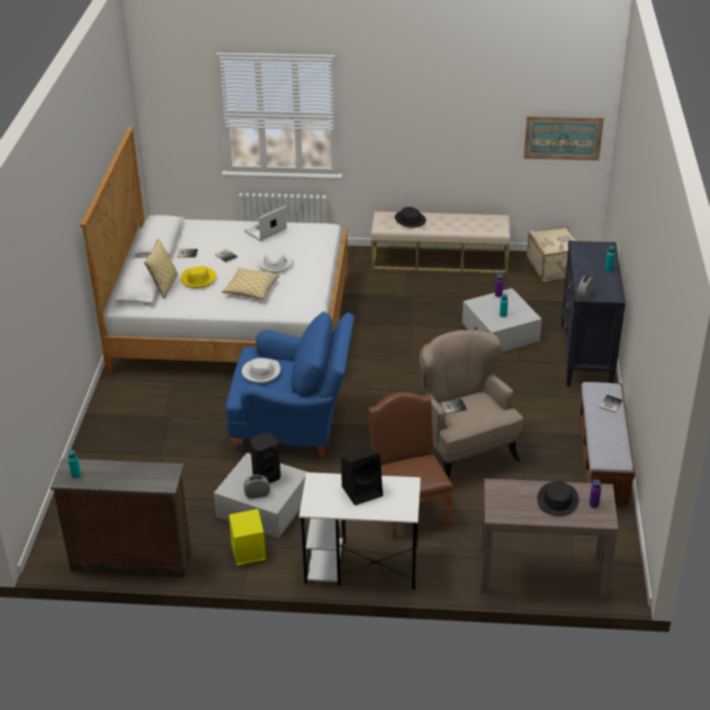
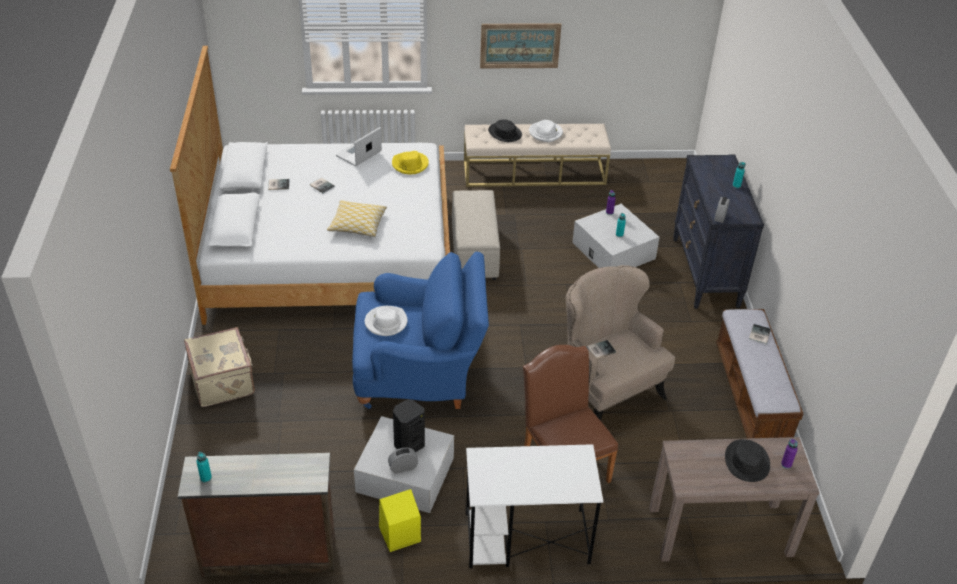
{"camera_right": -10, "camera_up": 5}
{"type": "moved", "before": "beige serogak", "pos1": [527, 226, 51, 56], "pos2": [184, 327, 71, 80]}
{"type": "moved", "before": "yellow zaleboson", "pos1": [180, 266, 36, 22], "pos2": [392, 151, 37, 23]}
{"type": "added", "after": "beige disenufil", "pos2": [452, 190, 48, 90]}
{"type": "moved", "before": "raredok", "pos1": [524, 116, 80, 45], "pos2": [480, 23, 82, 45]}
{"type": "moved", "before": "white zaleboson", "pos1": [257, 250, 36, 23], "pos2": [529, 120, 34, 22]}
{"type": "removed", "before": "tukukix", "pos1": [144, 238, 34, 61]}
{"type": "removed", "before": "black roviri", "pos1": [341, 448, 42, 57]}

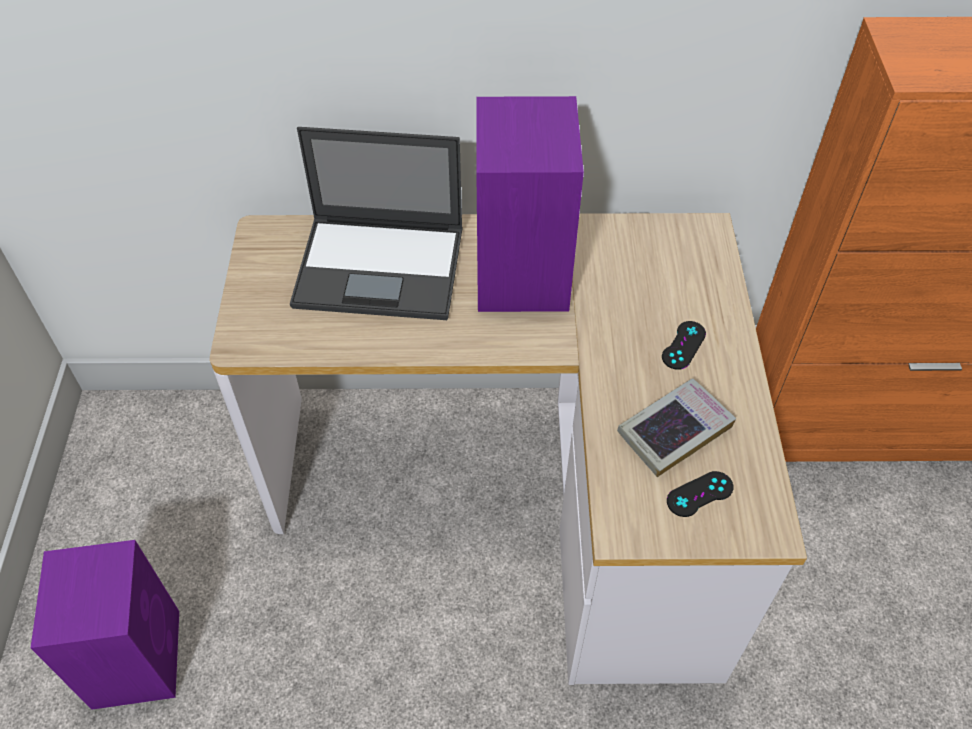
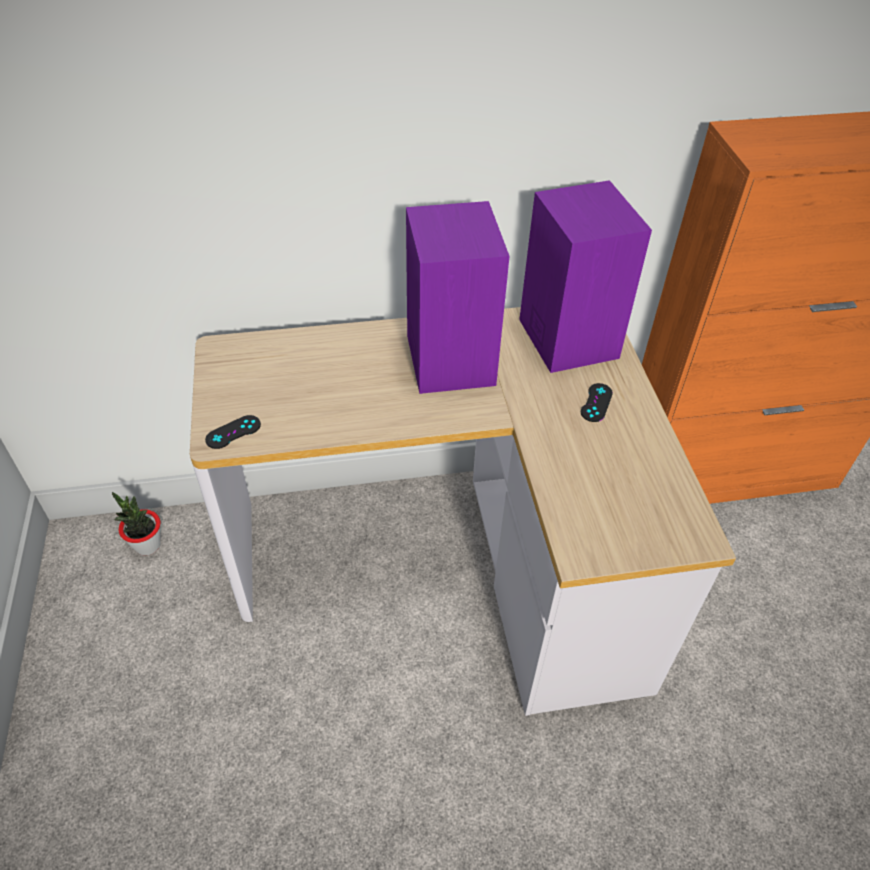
{"camera_right": -10, "camera_up": -5}
{"type": "added", "after": "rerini", "pos2": [112, 492, 49, 63]}
{"type": "moved", "before": "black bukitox", "pos1": [667, 471, 66, 46], "pos2": [205, 415, 56, 34]}
{"type": "moved", "before": "purple roviri", "pos1": [31, 540, 148, 169], "pos2": [519, 180, 133, 193]}
{"type": "removed", "before": "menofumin", "pos1": [290, 127, 173, 193]}
{"type": "removed", "before": "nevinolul", "pos1": [617, 378, 119, 99]}

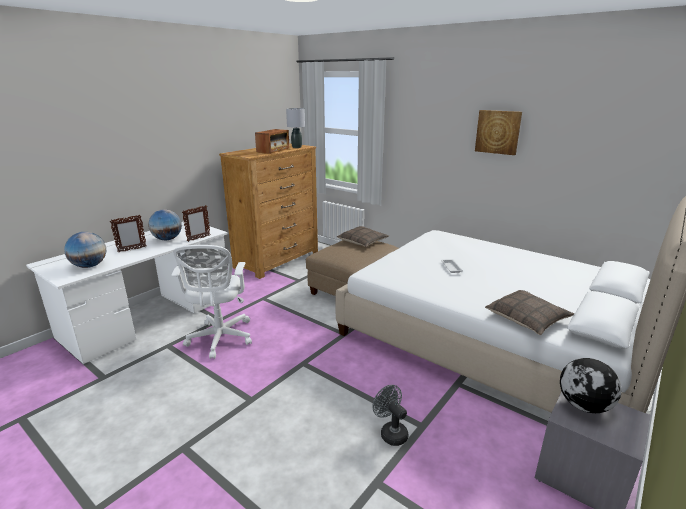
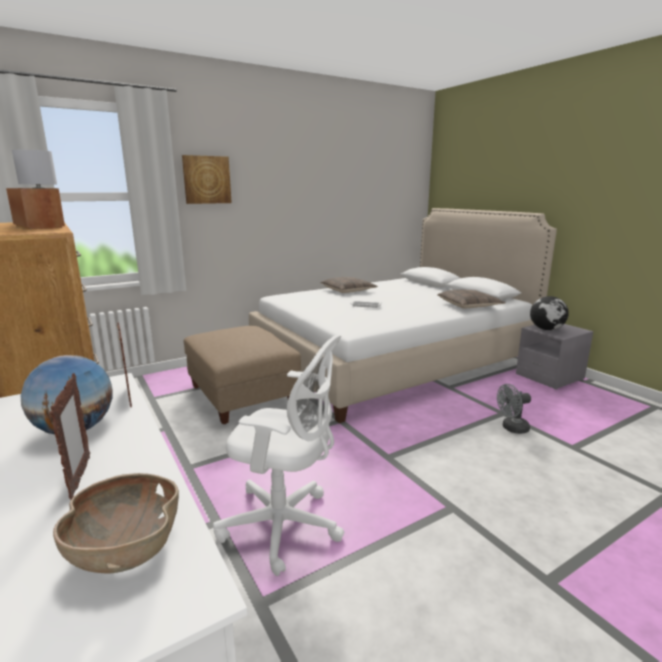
{"camera_right": -70, "camera_up": -5}
{"type": "replaced", "before": "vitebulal", "after": "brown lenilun", "pos1": [64, 232, 42, 36], "pos2": [53, 473, 126, 100]}
{"type": "moved", "before": "raredok", "pos1": [475, 110, 47, 45], "pos2": [182, 155, 50, 49]}
{"type": "moved", "before": "tukukix", "pos1": [337, 226, 52, 21], "pos2": [321, 277, 57, 16]}

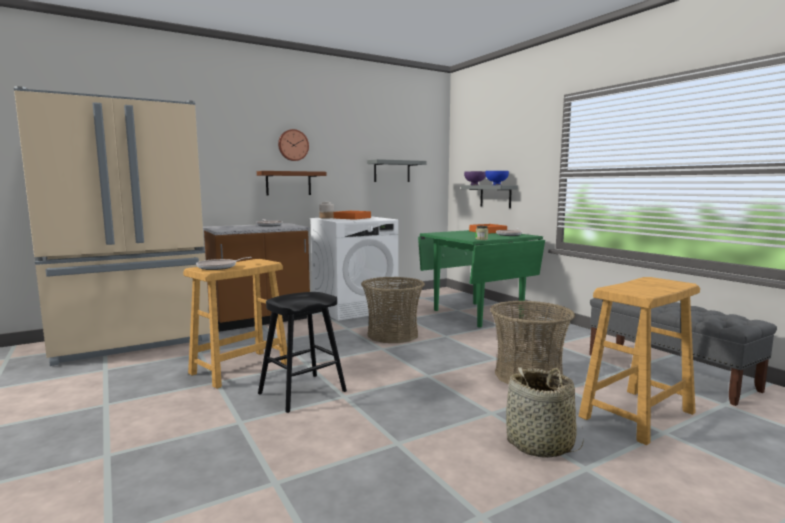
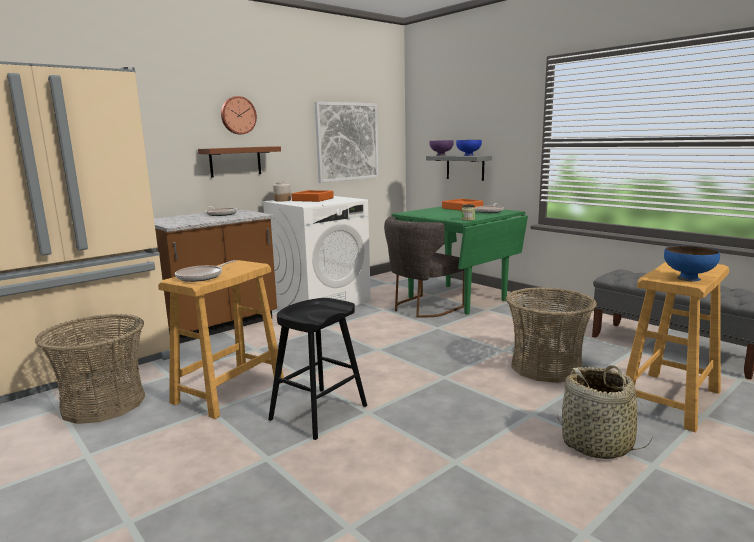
{"camera_right": -10, "camera_up": 5}
{"type": "moved", "before": "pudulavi", "pos1": [361, 277, 64, 66], "pos2": [35, 314, 110, 110]}
{"type": "replaced", "before": "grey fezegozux", "after": "raredok", "pos1": [367, 159, 60, 23], "pos2": [315, 102, 64, 81]}
{"type": "added", "after": "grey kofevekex", "pos2": [384, 216, 80, 102]}
{"type": "added", "after": "blue lenilun", "pos2": [664, 246, 56, 35]}

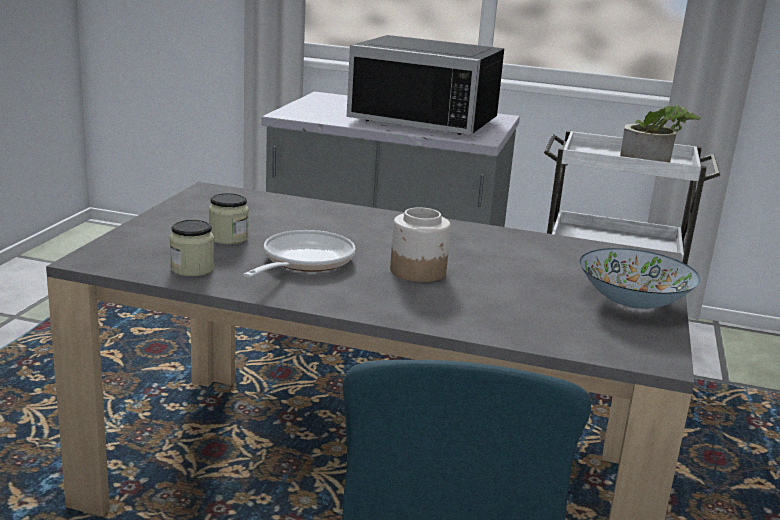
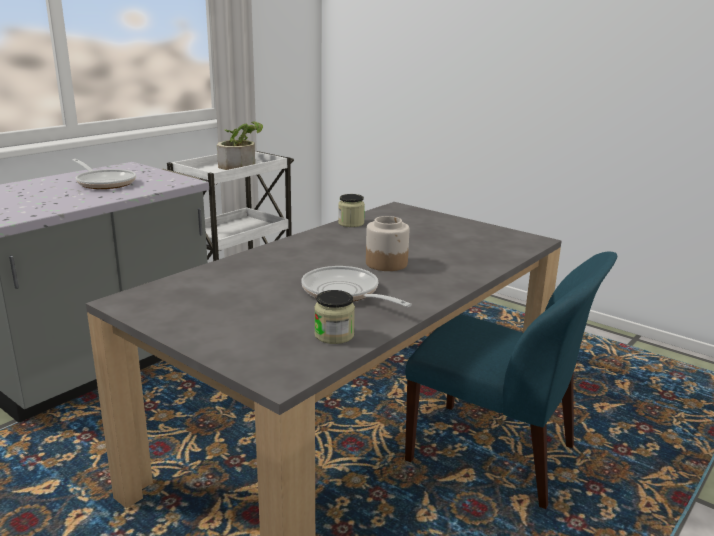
{"camera_right": -65, "camera_up": 0}
{"type": "replaced", "before": "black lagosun", "after": "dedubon", "pos1": [347, 35, 157, 100], "pos2": [73, 159, 63, 30]}
{"type": "moved", "before": "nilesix", "pos1": [209, 193, 40, 51], "pos2": [338, 194, 27, 33]}
{"type": "removed", "before": "lenilun", "pos1": [580, 248, 120, 61]}

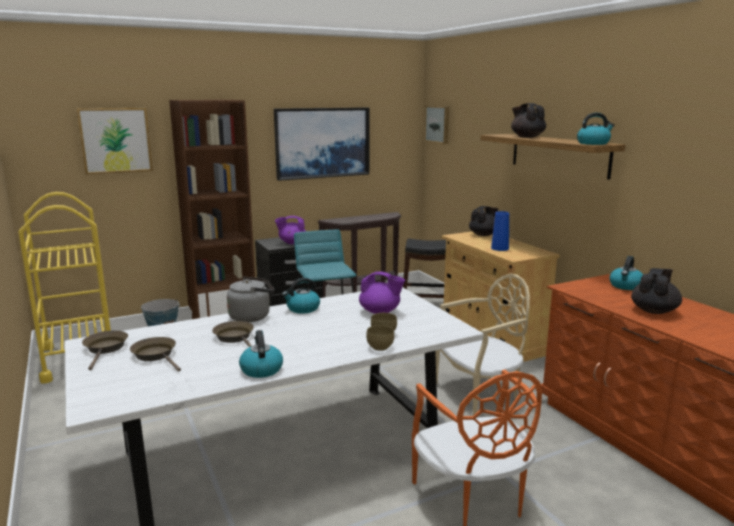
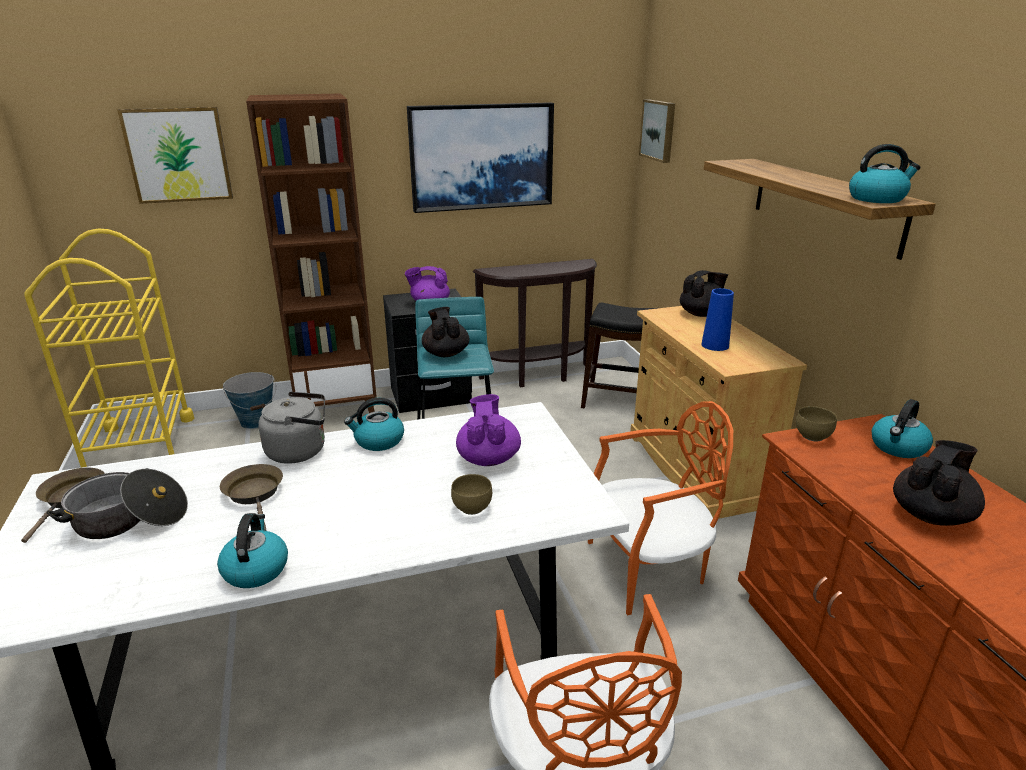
{"camera_right": 10, "camera_up": 10}
{"type": "replaced", "before": "brown dedubon", "after": "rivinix", "pos1": [130, 337, 51, 34], "pos2": [47, 468, 141, 71]}
{"type": "moved", "before": "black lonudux", "pos1": [511, 103, 35, 35], "pos2": [422, 307, 47, 50]}
{"type": "turned", "before": "purple lonudux", "pos1": [359, 271, 46, 43], "pos2": [456, 394, 65, 72], "turn": -120}
{"type": "recoloured", "before": "beige kofevekex", "after": "orange kofevekex", "pos1": [435, 273, 95, 142], "pos2": [588, 401, 145, 214]}
{"type": "moved", "before": "brown lenilun", "pos1": [366, 325, 28, 26], "pos2": [796, 406, 41, 35]}

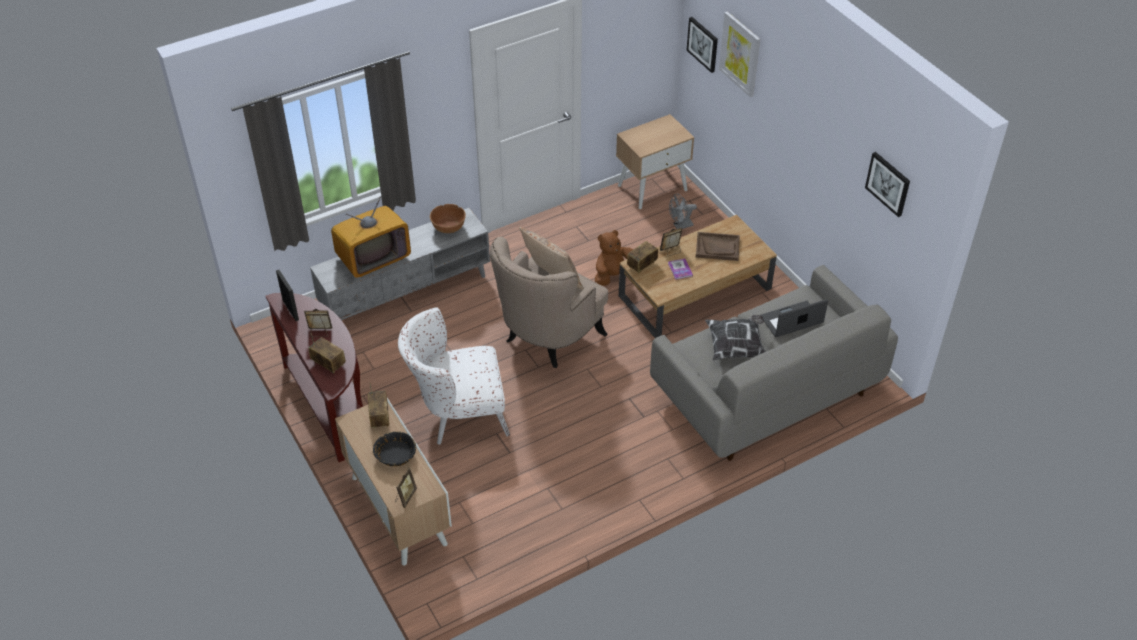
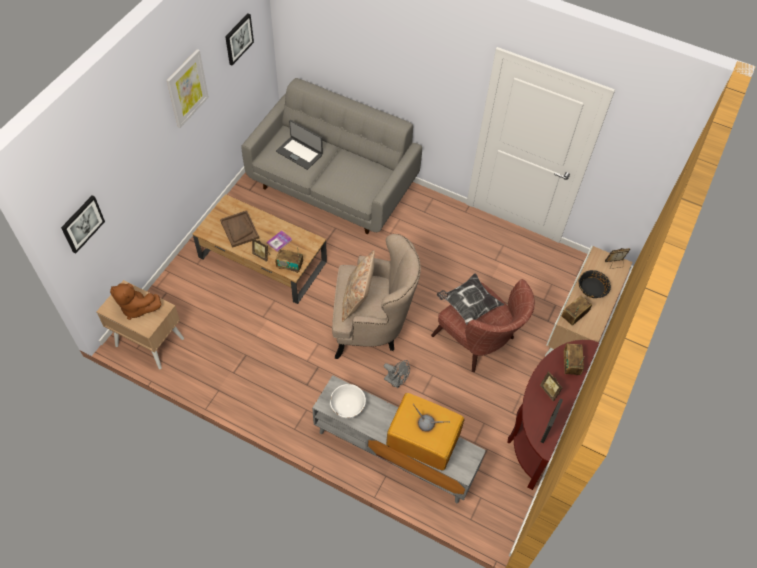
{"camera_right": -125, "camera_up": 10}
{"type": "moved", "before": "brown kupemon", "pos1": [595, 230, 38, 56], "pos2": [110, 283, 52, 37]}
{"type": "moved", "before": "raredok", "pos1": [719, 12, 41, 85], "pos2": [167, 49, 42, 79]}
{"type": "recoloured", "before": "brown lenilun", "after": "white lenilun", "pos1": [430, 204, 36, 29], "pos2": [330, 384, 36, 35]}
{"type": "moved", "before": "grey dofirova", "pos1": [669, 194, 28, 35], "pos2": [384, 360, 26, 28]}
{"type": "recoloured", "before": "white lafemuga", "after": "brown lafemuga", "pos1": [398, 307, 112, 138], "pos2": [431, 279, 104, 93]}
{"type": "moved", "before": "tukukix", "pos1": [705, 315, 61, 45], "pos2": [437, 273, 67, 52]}

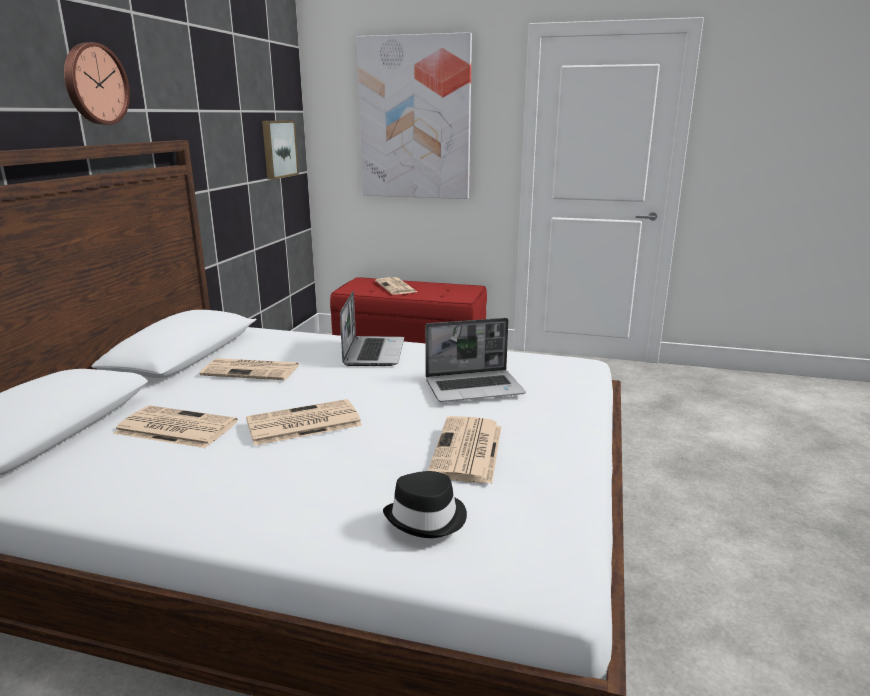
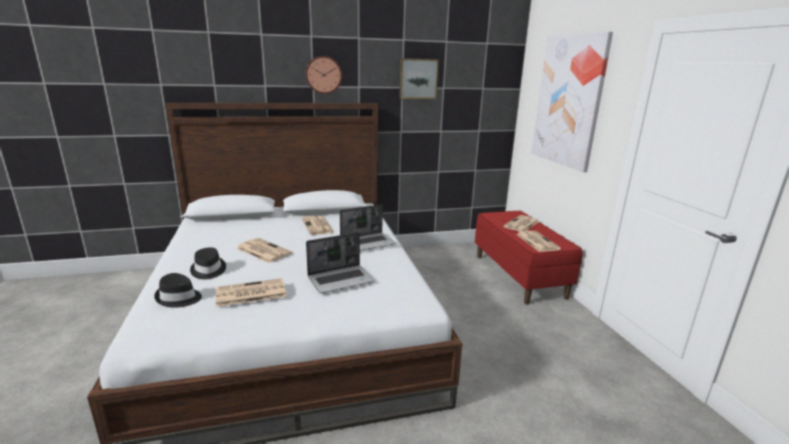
{"camera_right": 60, "camera_up": 0}
{"type": "added", "after": "black zaleboson", "pos2": [190, 248, 36, 31]}
{"type": "turned", "before": "menofumin", "pos1": [425, 318, 101, 84], "pos2": [306, 232, 69, 61], "turn": -75}
{"type": "moved", "before": "raredok", "pos1": [262, 120, 37, 60], "pos2": [399, 58, 40, 41]}
{"type": "moved", "before": "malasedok", "pos1": [113, 405, 125, 43], "pos2": [516, 231, 45, 21]}

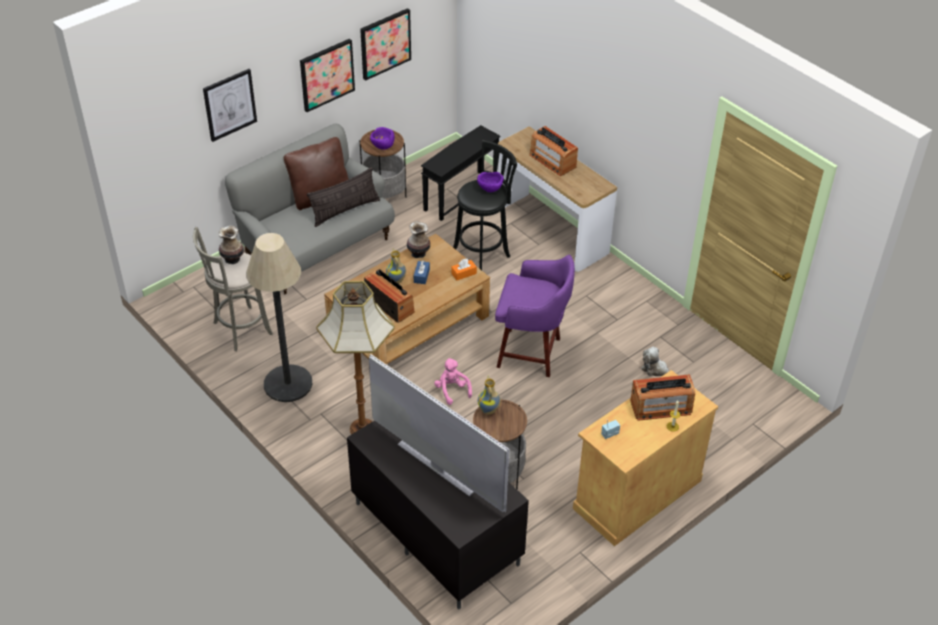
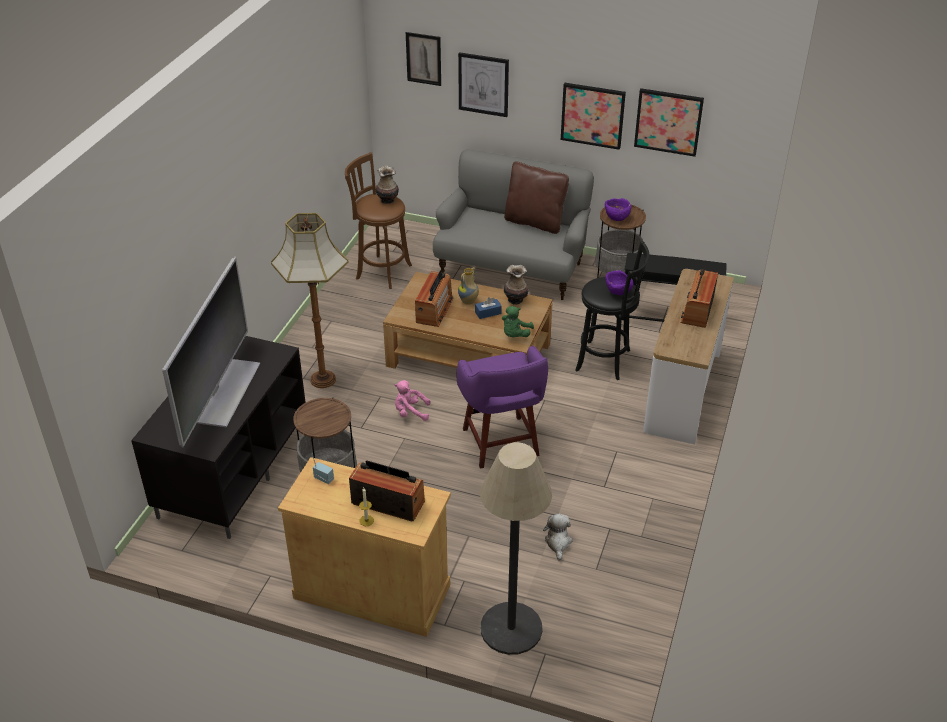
{"camera_right": 60, "camera_up": -5}
{"type": "recoloured", "before": "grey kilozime", "after": "brown kilozime", "pos1": [193, 227, 80, 124], "pos2": [345, 152, 67, 137]}
{"type": "turned", "before": "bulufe", "pos1": [630, 374, 65, 47], "pos2": [349, 460, 76, 61], "turn": 150}
{"type": "turned", "before": "pink kupemon", "pos1": [434, 358, 38, 47], "pos2": [395, 380, 36, 41], "turn": -120}
{"type": "added", "after": "raredok", "pos2": [406, 32, 35, 54]}
{"type": "moved", "before": "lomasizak", "pos1": [246, 233, 66, 169], "pos2": [480, 442, 72, 213]}
{"type": "replaced", "before": "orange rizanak", "after": "green kupemon", "pos1": [451, 259, 26, 21], "pos2": [502, 306, 32, 32]}
{"type": "removed", "before": "tukukix", "pos1": [307, 167, 73, 60]}
{"type": "removed", "before": "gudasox", "pos1": [478, 376, 23, 38]}

